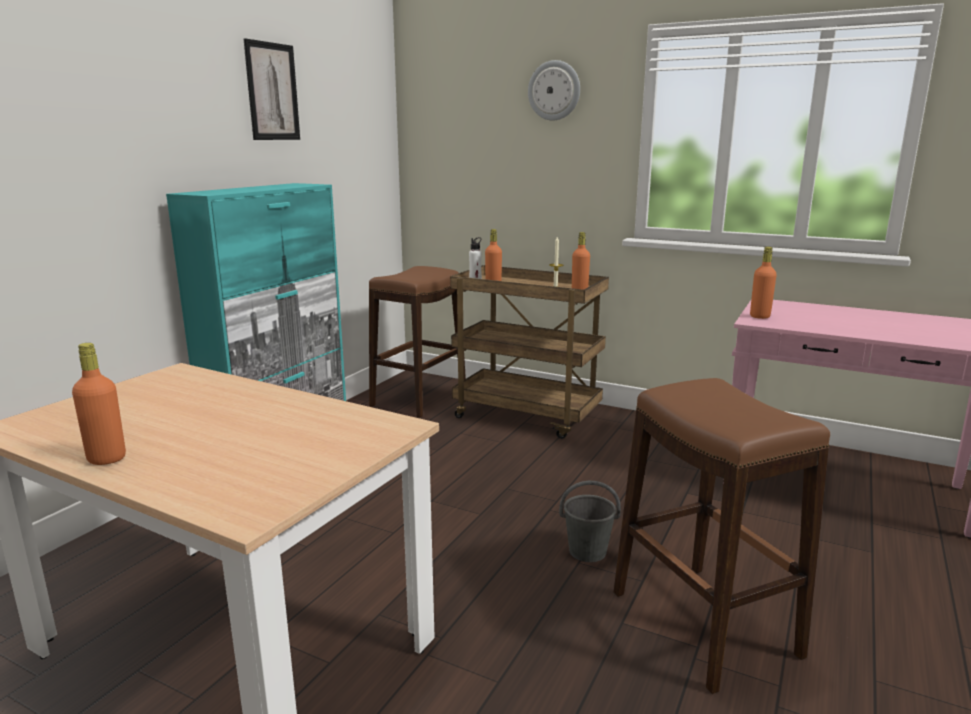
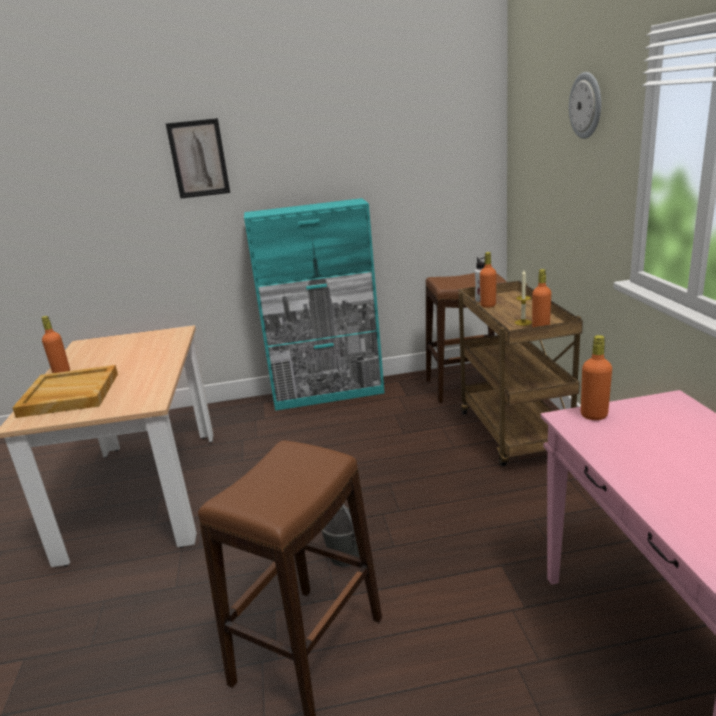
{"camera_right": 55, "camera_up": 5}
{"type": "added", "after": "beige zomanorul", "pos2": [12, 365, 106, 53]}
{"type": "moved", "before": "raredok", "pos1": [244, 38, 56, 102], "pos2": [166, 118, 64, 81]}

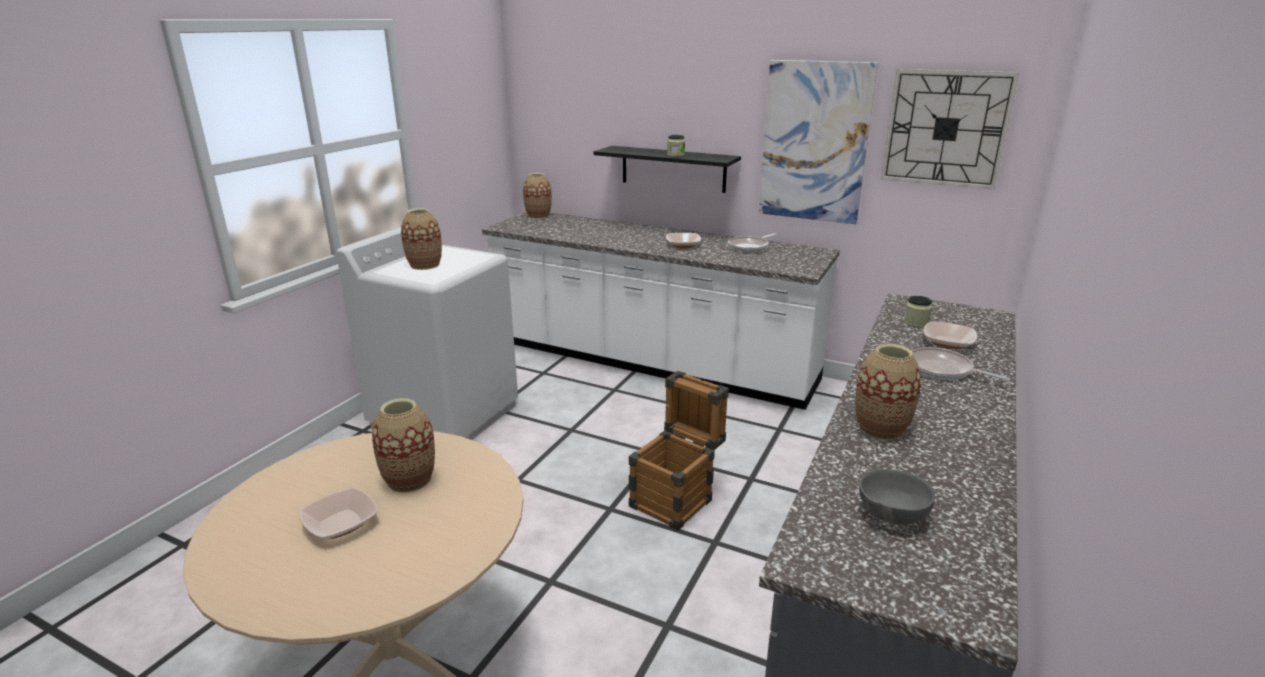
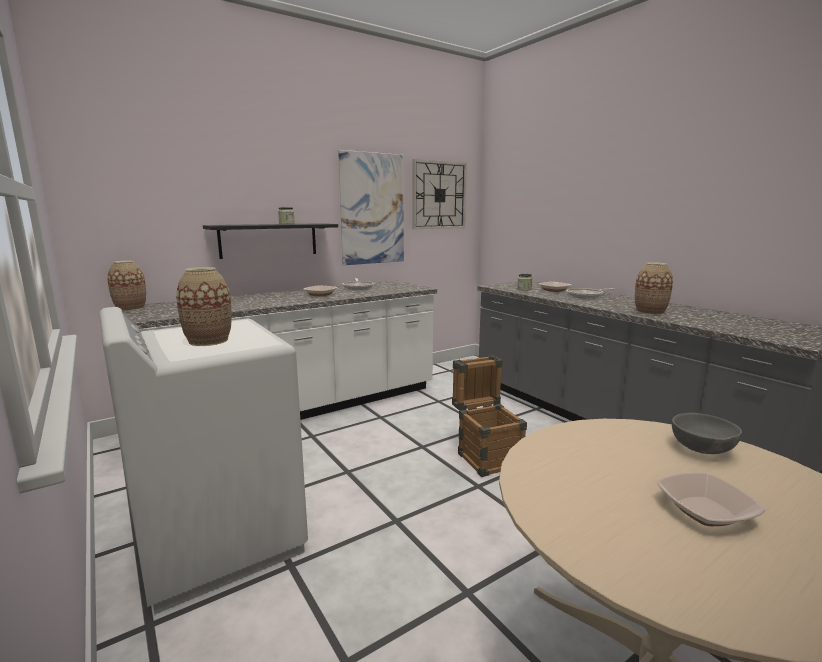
{"camera_right": -60, "camera_up": -10}
{"type": "moved", "before": "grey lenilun", "pos1": [859, 469, 76, 56], "pos2": [672, 413, 70, 41]}
{"type": "removed", "before": "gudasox", "pos1": [372, 398, 63, 95]}

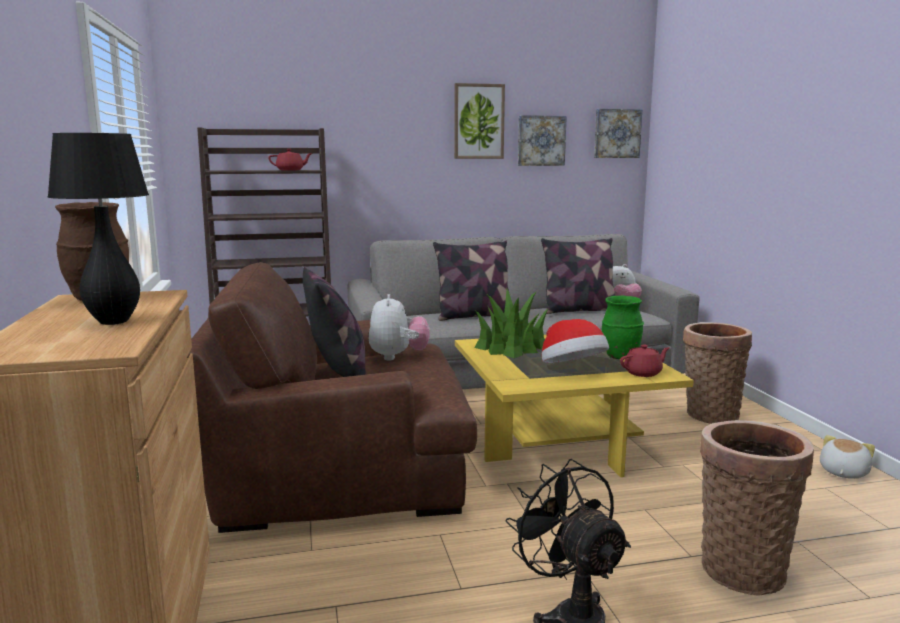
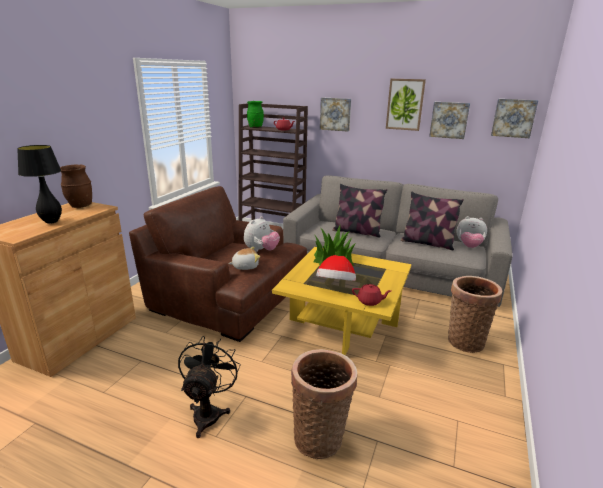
{"camera_right": 35, "camera_up": 10}
{"type": "moved", "before": "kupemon", "pos1": [820, 435, 55, 44], "pos2": [228, 247, 32, 23]}
{"type": "moved", "before": "green gudasox", "pos1": [602, 296, 42, 64], "pos2": [247, 101, 17, 27]}
{"type": "added", "after": "raredok", "pos2": [320, 97, 31, 35]}
{"type": "removed", "before": "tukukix", "pos1": [303, 267, 62, 110]}

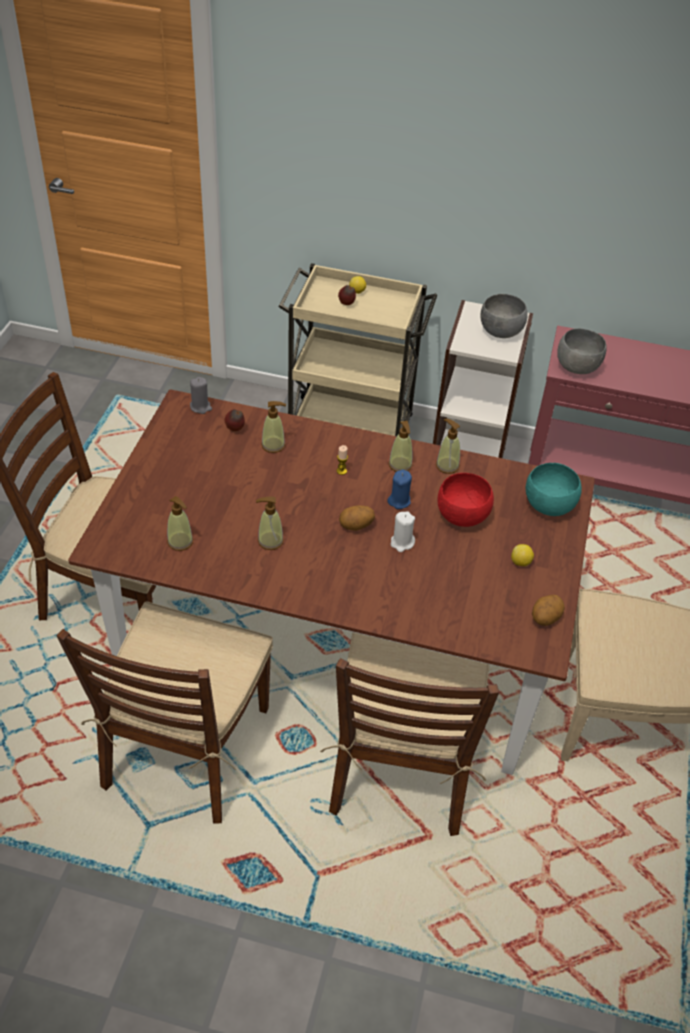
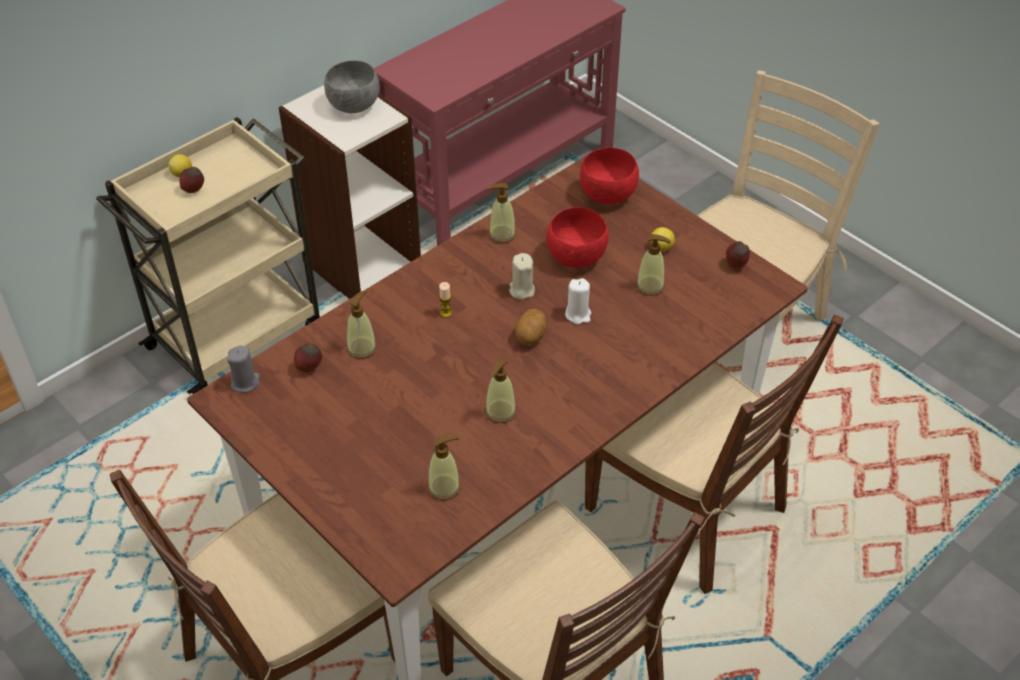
{"camera_right": -55, "camera_up": 0}
{"type": "recoloured", "before": "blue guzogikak", "after": "beige guzogikak", "pos1": [387, 470, 25, 39], "pos2": [509, 253, 26, 47]}
{"type": "recoloured", "before": "turquoise lenilun", "after": "red lenilun", "pos1": [526, 463, 56, 53], "pos2": [580, 148, 59, 56]}
{"type": "moved", "before": "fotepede", "pos1": [389, 421, 24, 51], "pos2": [636, 234, 35, 62]}
{"type": "replaced", "before": "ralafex", "after": "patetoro", "pos1": [532, 595, 33, 31], "pos2": [726, 241, 24, 27]}
{"type": "removed", "before": "grey lenilun", "pos1": [557, 328, 50, 46]}

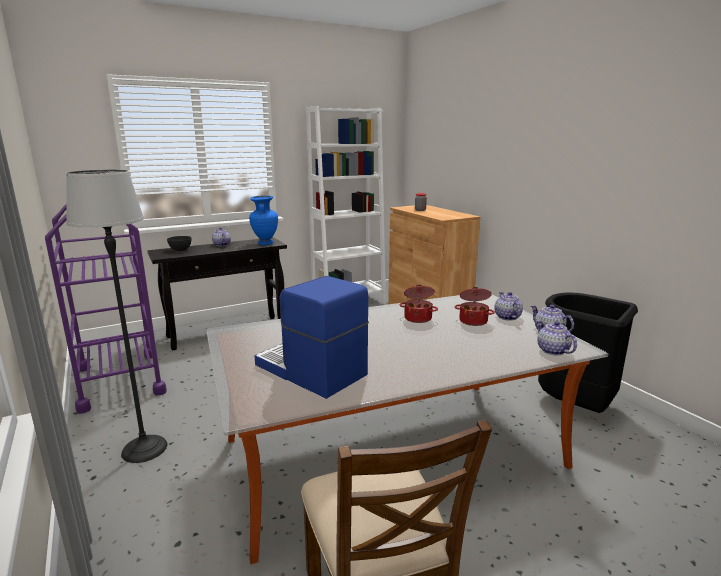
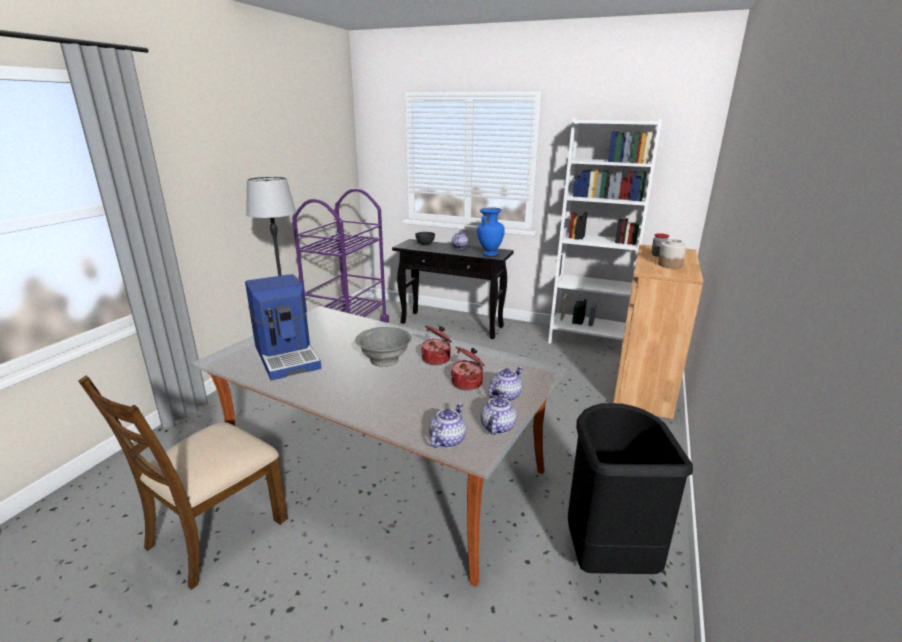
{"camera_right": 50, "camera_up": 5}
{"type": "turned", "before": "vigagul", "pos1": [255, 276, 114, 123], "pos2": [245, 274, 77, 106], "turn": 150}
{"type": "added", "after": "grey lenilun", "pos2": [355, 327, 57, 40]}
{"type": "added", "after": "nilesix", "pos2": [658, 239, 28, 30]}

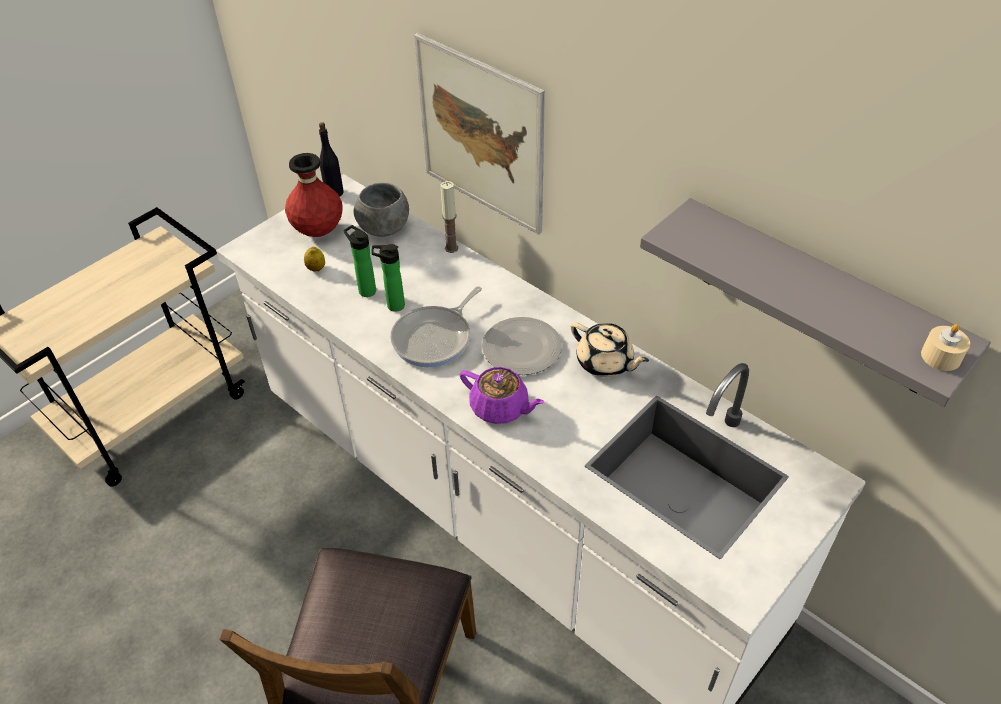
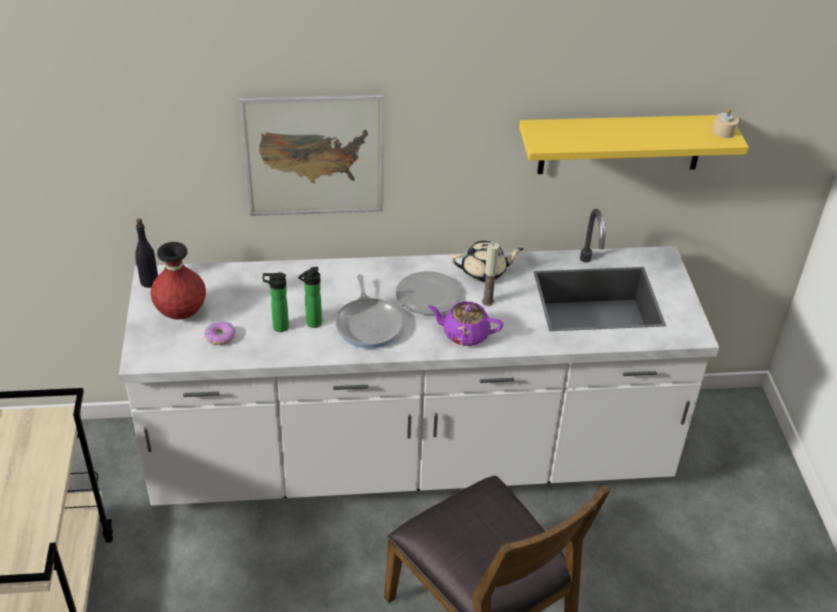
{"camera_right": -50, "camera_up": -5}
{"type": "replaced", "before": "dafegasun", "after": "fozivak", "pos1": [304, 246, 21, 25], "pos2": [204, 322, 31, 23]}
{"type": "turned", "before": "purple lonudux", "pos1": [460, 367, 84, 57], "pos2": [428, 302, 75, 44], "turn": -150}
{"type": "moved", "before": "guzogikak", "pos1": [440, 181, 18, 72], "pos2": [482, 242, 17, 64]}
{"type": "recoloured", "before": "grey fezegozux", "after": "yellow fezegozux", "pos1": [640, 198, 351, 209], "pos2": [519, 115, 230, 59]}
{"type": "removed", "before": "grey lenilun", "pos1": [354, 183, 55, 54]}

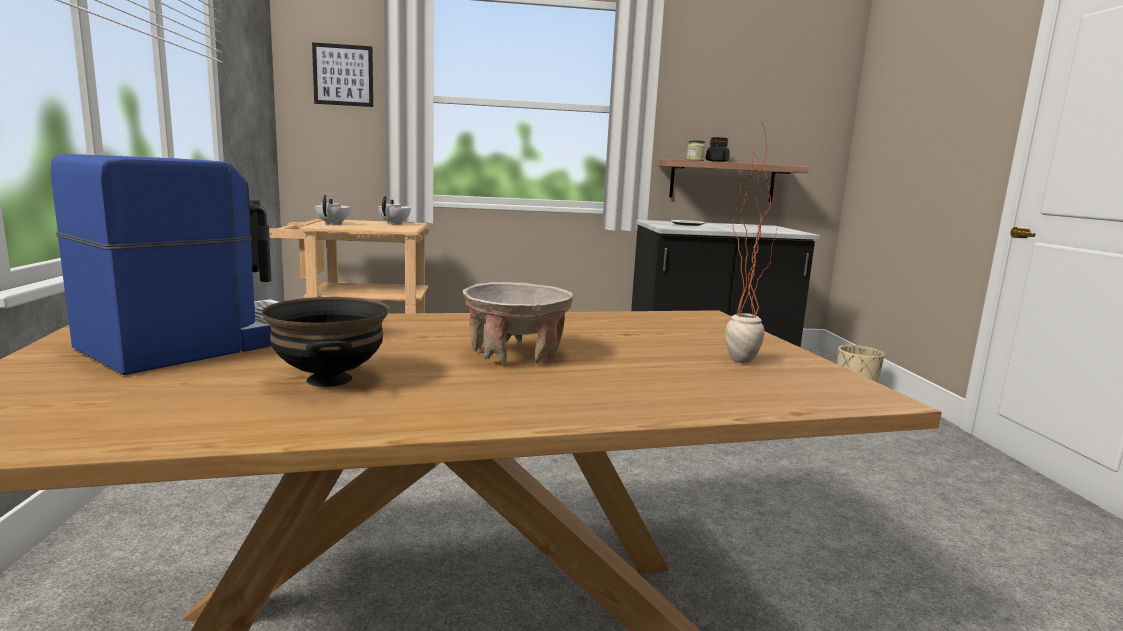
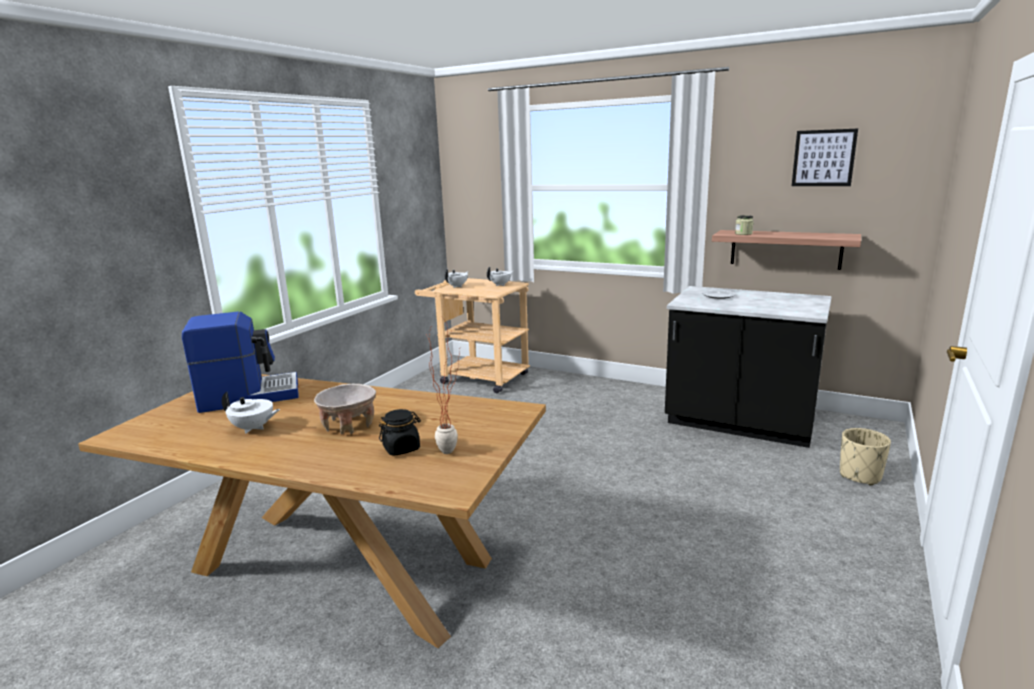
{"camera_right": 35, "camera_up": 5}
{"type": "replaced", "before": "black lenilun", "after": "white lonudux", "pos1": [262, 297, 127, 90], "pos2": [222, 392, 58, 42]}
{"type": "moved", "before": "black nilesix", "pos1": [706, 137, 24, 25], "pos2": [379, 409, 42, 47]}
{"type": "moved", "before": "raredok", "pos1": [312, 42, 61, 65], "pos2": [792, 129, 66, 57]}

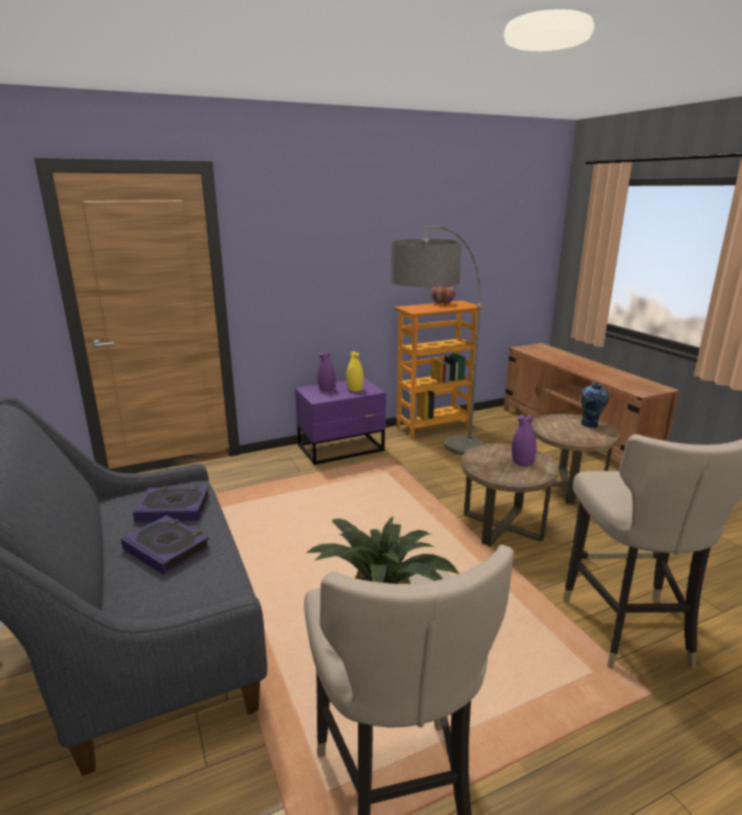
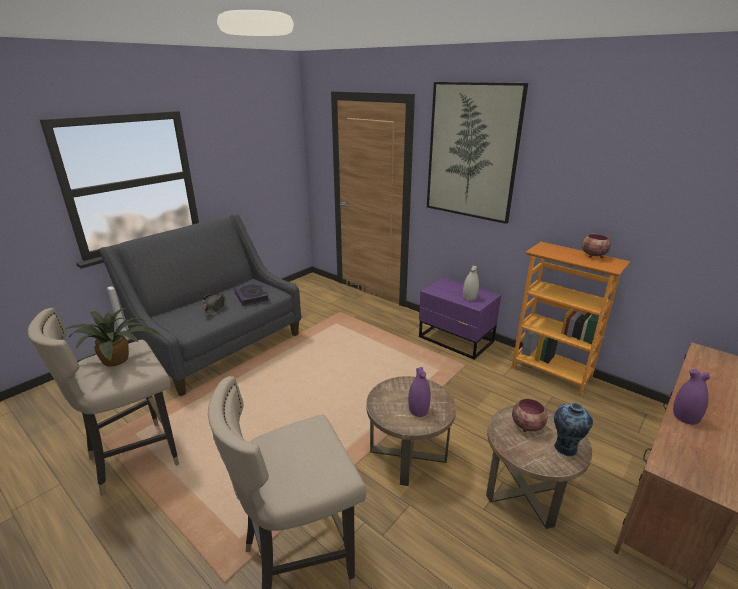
{"camera_right": 65, "camera_up": 5}
{"type": "replaced", "before": "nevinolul", "after": "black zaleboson", "pos1": [121, 515, 89, 60], "pos2": [203, 294, 22, 21]}
{"type": "added", "after": "raredok", "pos2": [427, 82, 101, 142]}
{"type": "recoloured", "before": "yellow gudasox", "after": "white gudasox", "pos1": [346, 351, 18, 41], "pos2": [463, 266, 16, 35]}
{"type": "added", "after": "lenilun", "pos2": [512, 398, 36, 34]}
{"type": "moved", "before": "purple gudasox", "pos1": [318, 352, 18, 39], "pos2": [673, 369, 37, 56]}
{"type": "removed", "before": "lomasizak", "pos1": [390, 226, 93, 229]}

